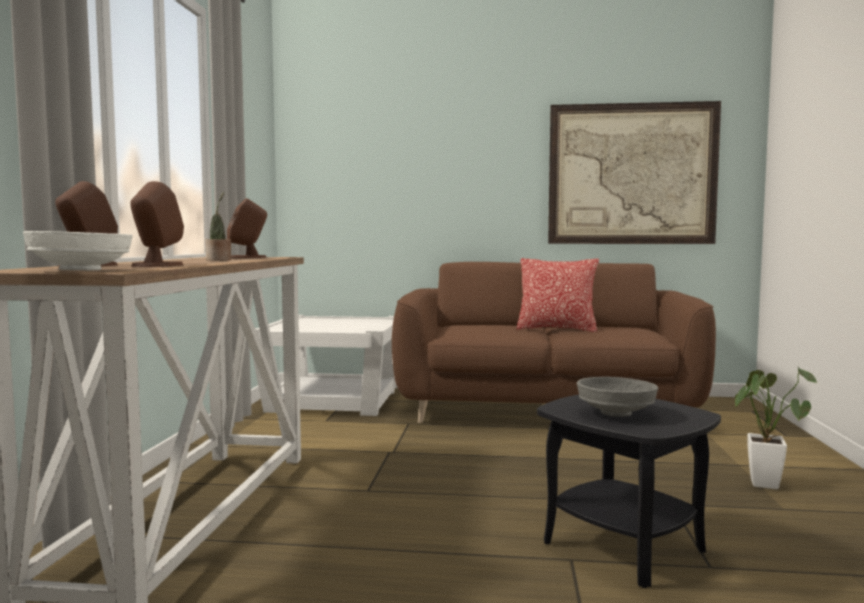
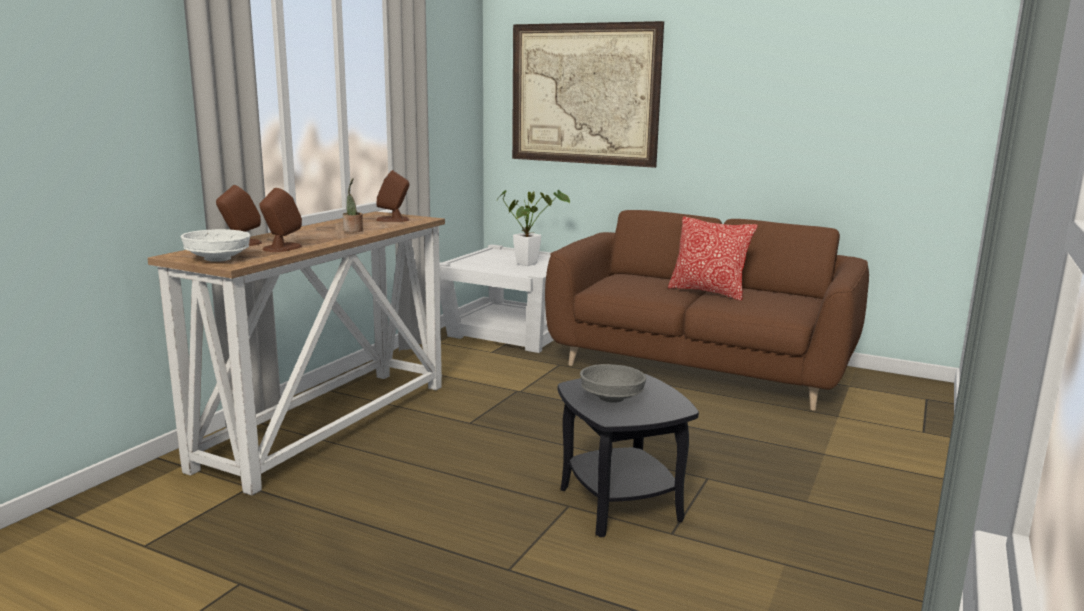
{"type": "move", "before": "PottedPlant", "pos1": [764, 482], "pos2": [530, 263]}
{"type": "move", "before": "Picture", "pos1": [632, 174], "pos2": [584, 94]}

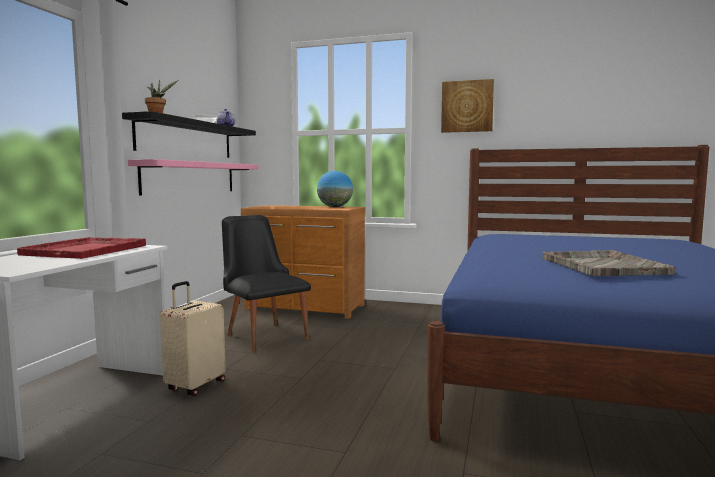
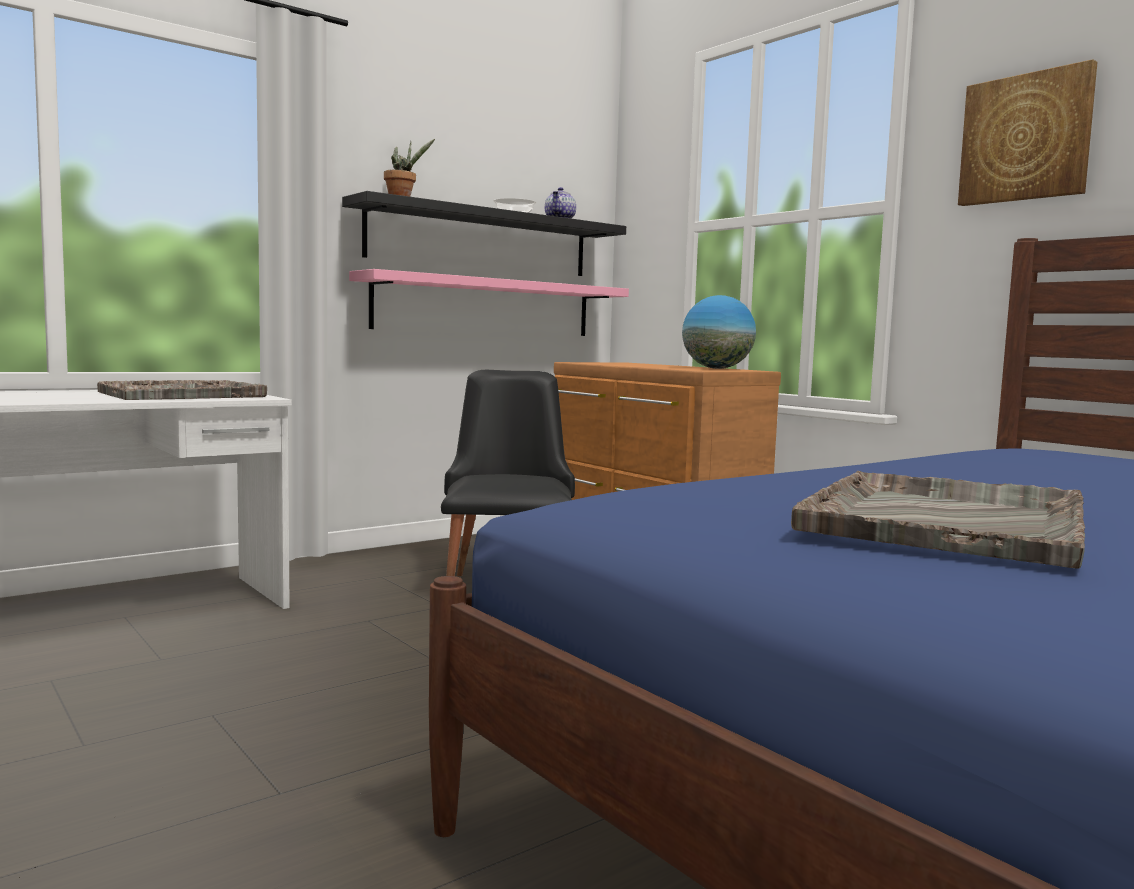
{"type": "recolor", "before": "RedTray", "after": "GreyTray", "pos1": [87, 250], "pos2": [184, 394]}
{"type": "delete", "before": "BeigeSuitcase", "pos1": [195, 386]}

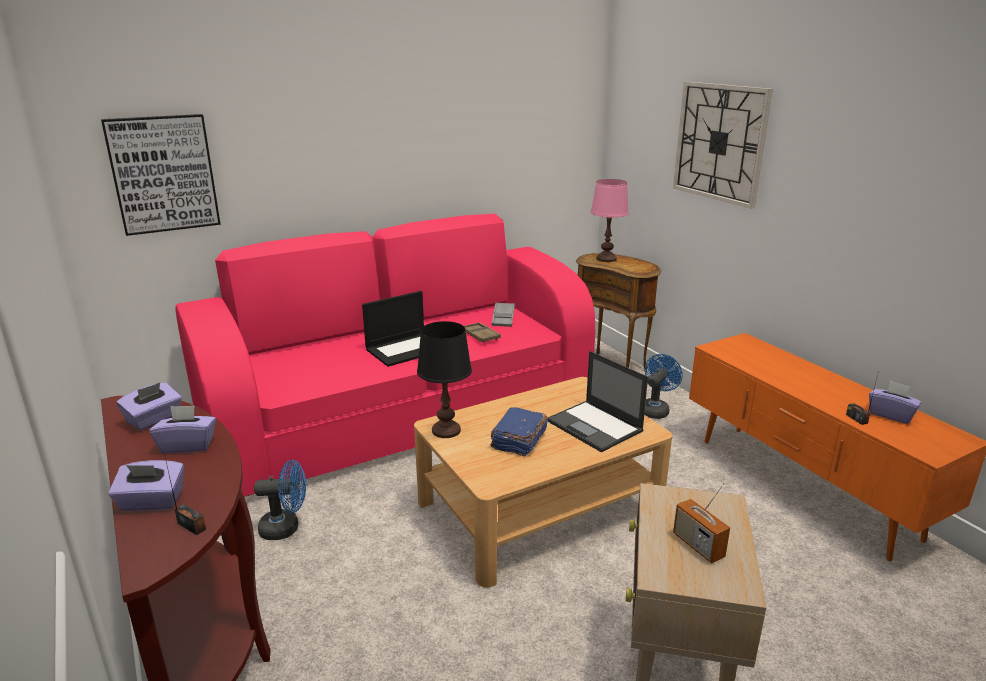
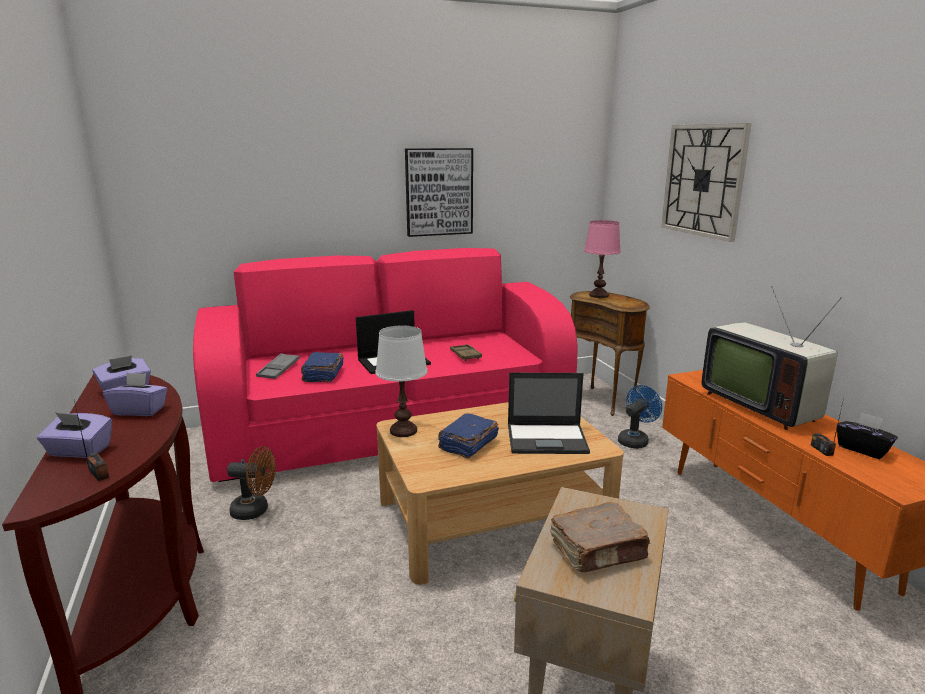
{"type": "recolor", "before": "BlueFan", "after": "BrownFan", "pos1": [286, 528], "pos2": [255, 510]}
{"type": "move", "before": "GreyTray", "pos1": [503, 318], "pos2": [278, 370]}
{"type": "insert", "after": "BlueBook", "pos2": [322, 375]}
{"type": "recolor", "before": "BlackTableLamp", "after": "WhiteTableLamp", "pos1": [446, 430], "pos2": [404, 431]}
{"type": "move", "before": "Picture", "pos1": [163, 174], "pos2": [439, 192]}
{"type": "rotate", "before": "Laptop", "pos1": [595, 426], "pos2": [548, 439], "turn": -60}
{"type": "replace", "before": "Radio", "after": "BrownBook", "pos1": [698, 545], "pos2": [599, 551]}
{"type": "insert", "after": "Television", "pos2": [760, 405]}
{"type": "recolor", "before": "PurpleTissueBox", "after": "BlackTissueBox", "pos1": [891, 415], "pos2": [862, 449]}

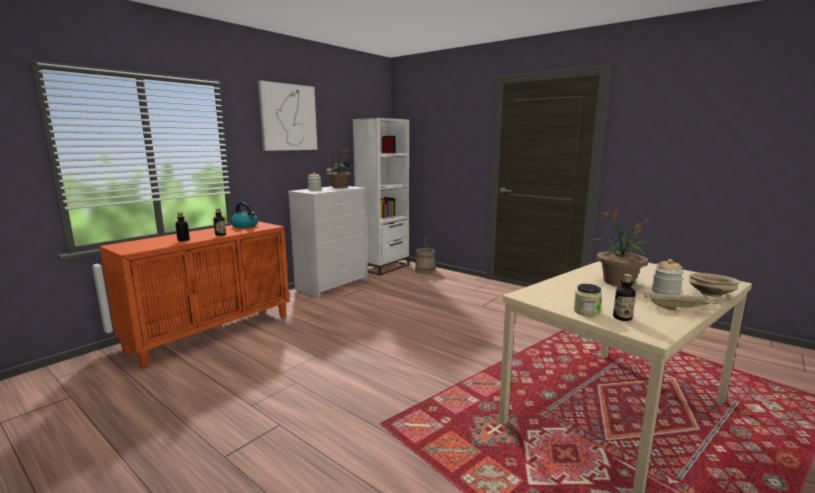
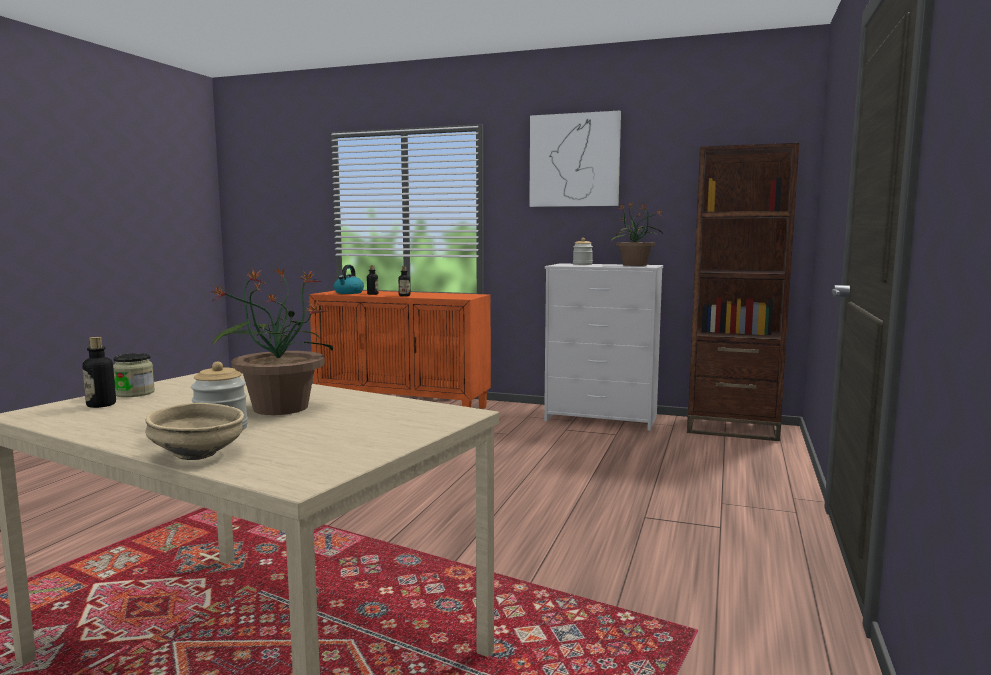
{"type": "move", "before": "Kettle", "pos1": [245, 226], "pos2": [349, 293]}
{"type": "recolor", "before": "WhiteBookcase", "after": "BrownBookcase", "pos1": [383, 267], "pos2": [732, 429]}
{"type": "delete", "before": "BeigeBucket", "pos1": [425, 270]}
{"type": "delete", "before": "BeigeTray", "pos1": [677, 308]}

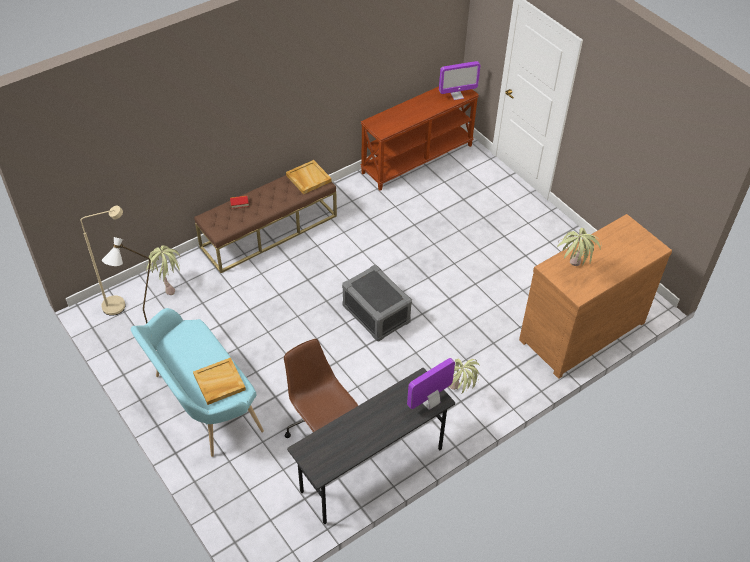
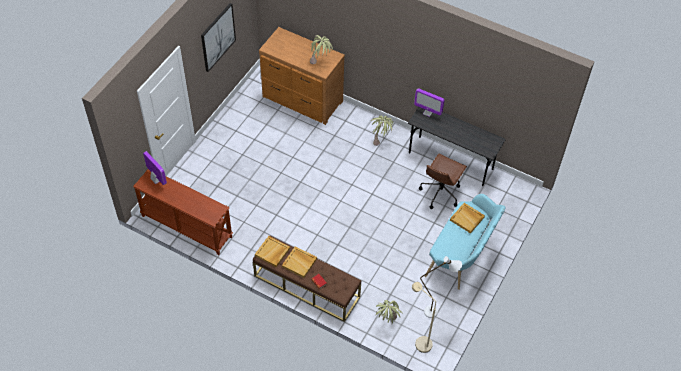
{"type": "insert", "after": "Picture", "pos2": [218, 37]}
{"type": "insert", "after": "BeigeTray", "pos2": [299, 262]}
{"type": "delete", "before": "GreyStorageBox", "pos1": [375, 314]}

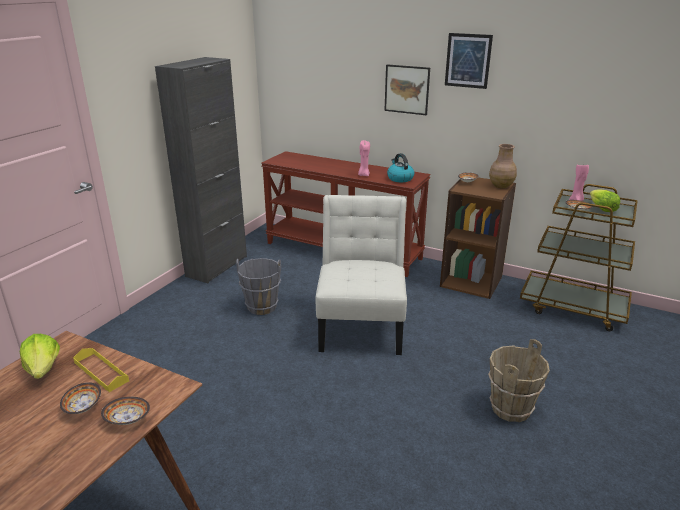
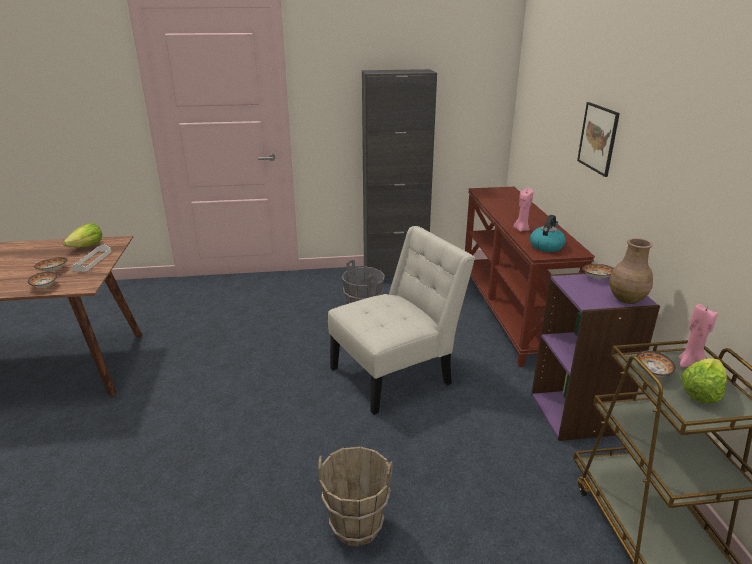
{"type": "recolor", "before": "YellowTray", "after": "WhiteTray", "pos1": [101, 372], "pos2": [92, 261]}
{"type": "recolor", "before": "BrownBookcase", "after": "PurpleBookcase", "pos1": [471, 281], "pos2": [577, 413]}
{"type": "delete", "before": "Picture", "pos1": [468, 60]}

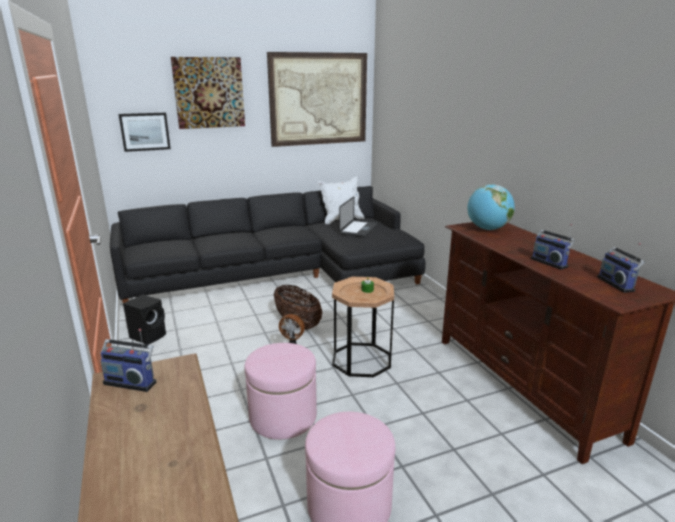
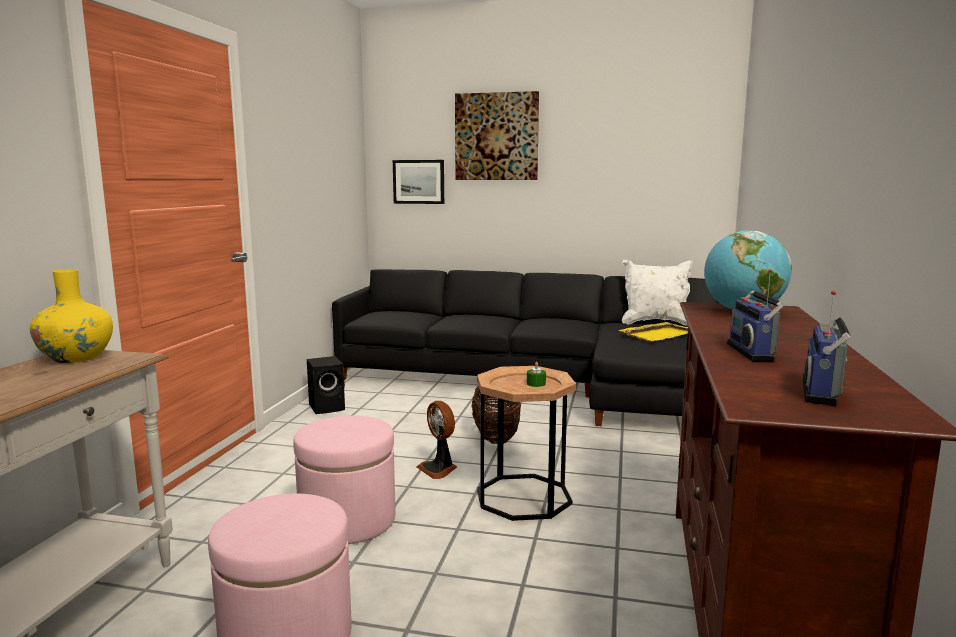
{"type": "replace", "before": "Radio", "after": "YellowVase", "pos1": [131, 381], "pos2": [76, 357]}
{"type": "replace", "before": "Laptop", "after": "YellowTray", "pos1": [358, 229], "pos2": [660, 334]}
{"type": "delete", "before": "Picture", "pos1": [319, 99]}

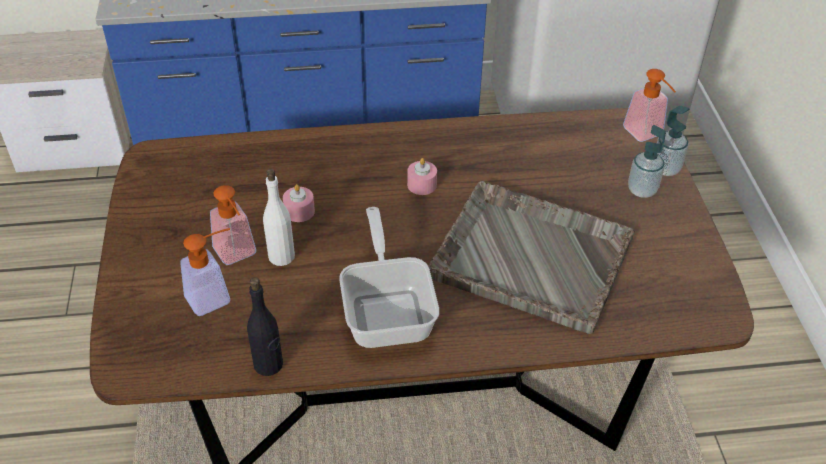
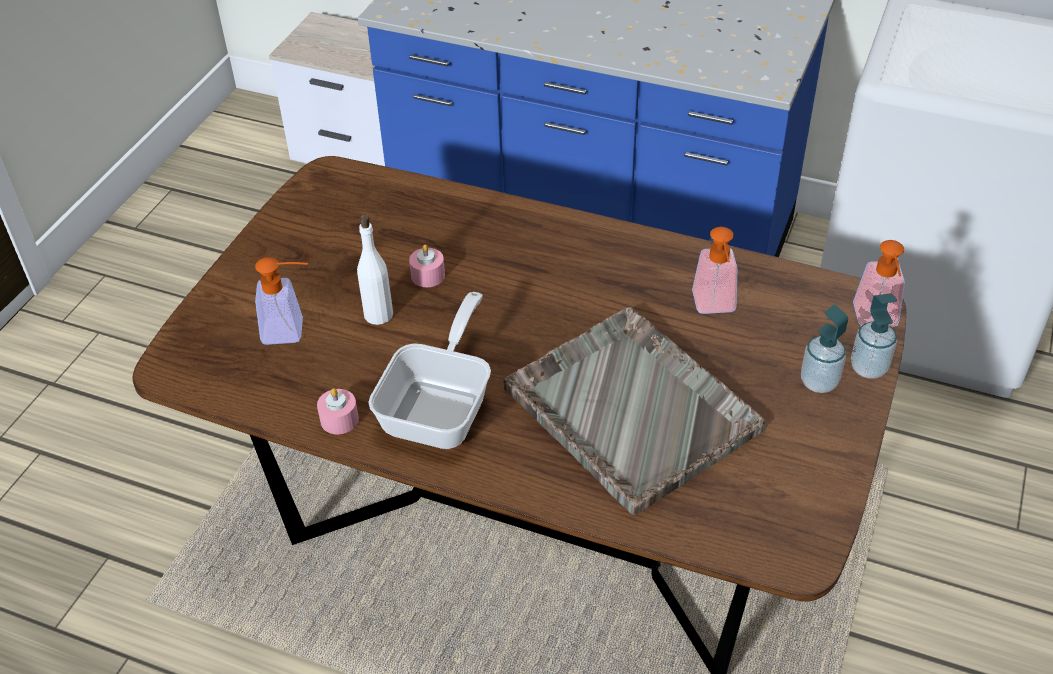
{"type": "move", "before": "PinkCandle", "pos1": [422, 185], "pos2": [339, 419]}
{"type": "move", "before": "SoapDispenser", "pos1": [238, 255], "pos2": [715, 307]}
{"type": "delete", "before": "BlackBottle", "pos1": [268, 365]}

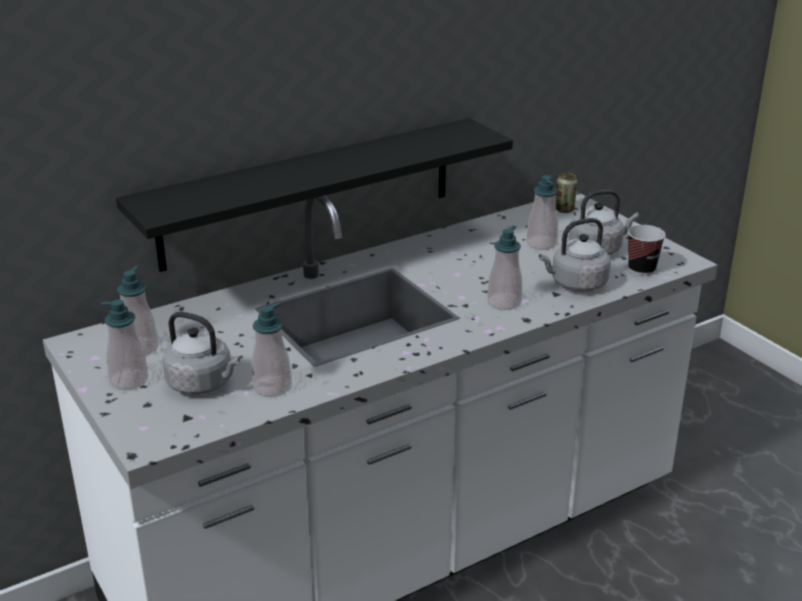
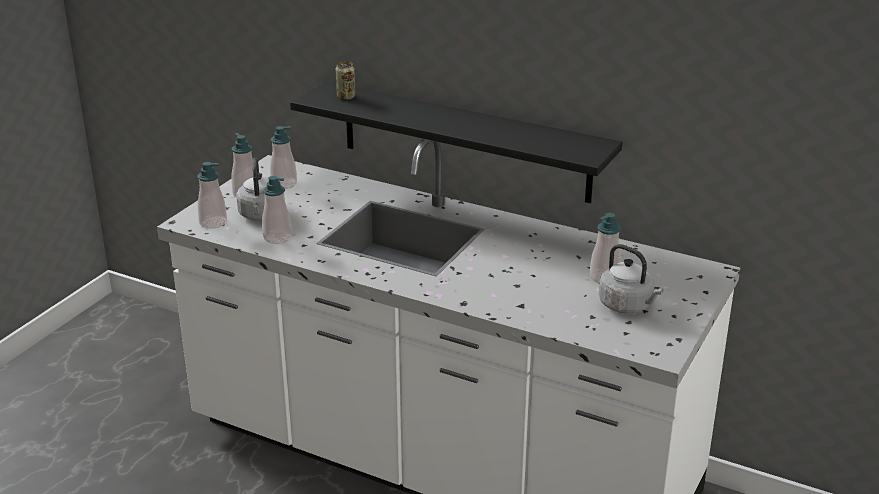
{"type": "move", "before": "SoapDispenser", "pos1": [504, 302], "pos2": [213, 222]}
{"type": "move", "before": "Can", "pos1": [564, 210], "pos2": [346, 97]}
{"type": "delete", "before": "GreyKettle", "pos1": [576, 284]}
{"type": "delete", "before": "Cup", "pos1": [641, 269]}

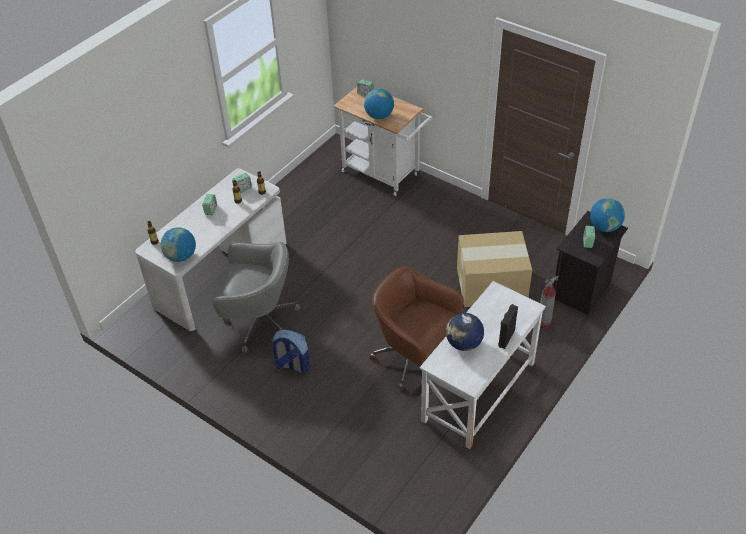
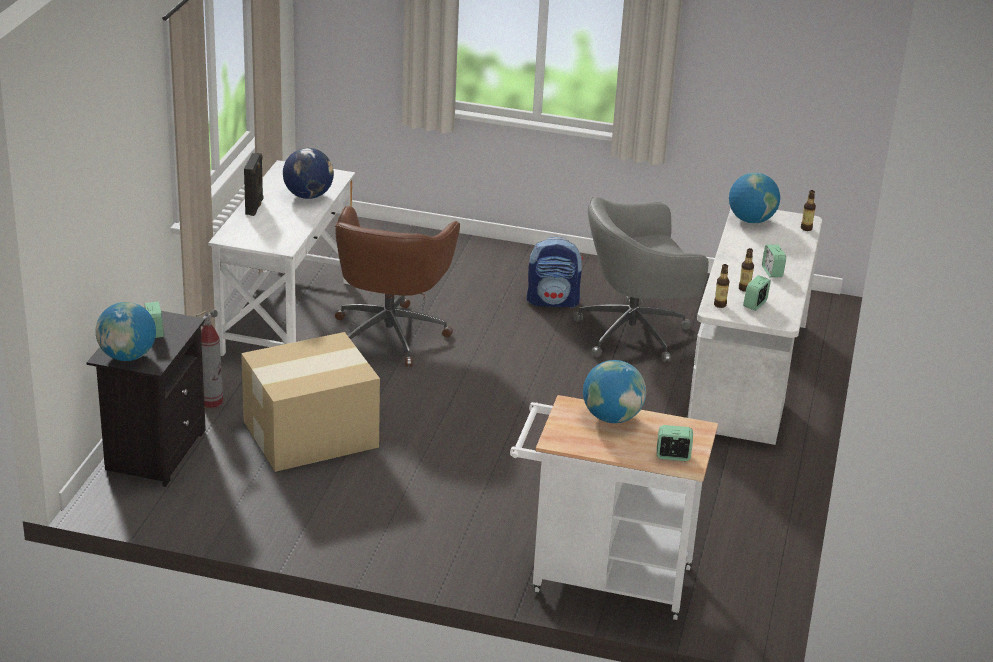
{"type": "rotate", "before": "BrownOfficeChair", "pos1": [415, 358], "pos2": [390, 333], "turn": 90}

